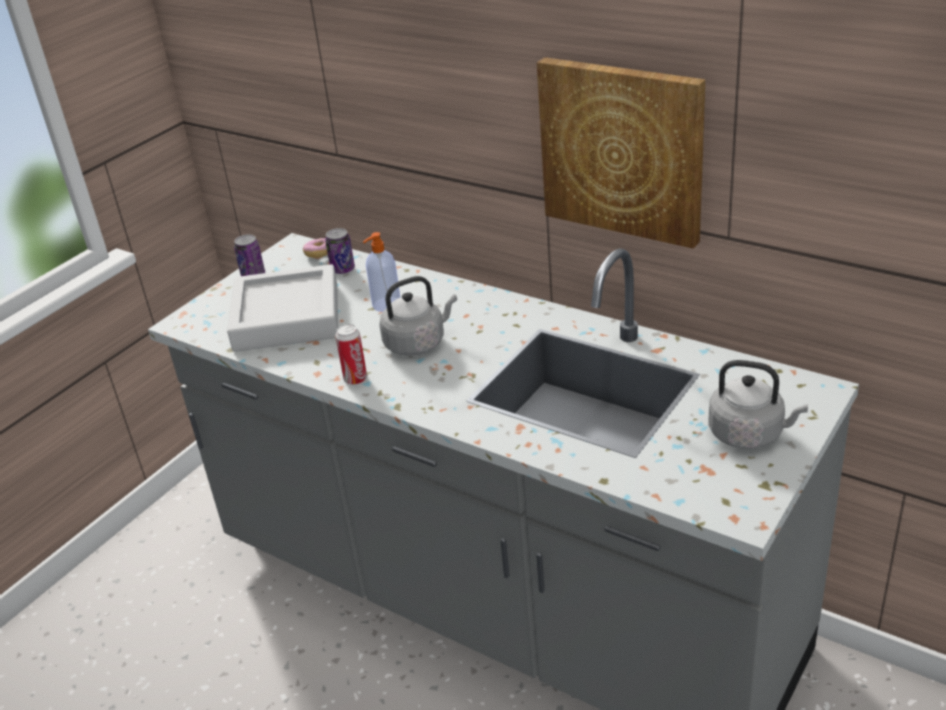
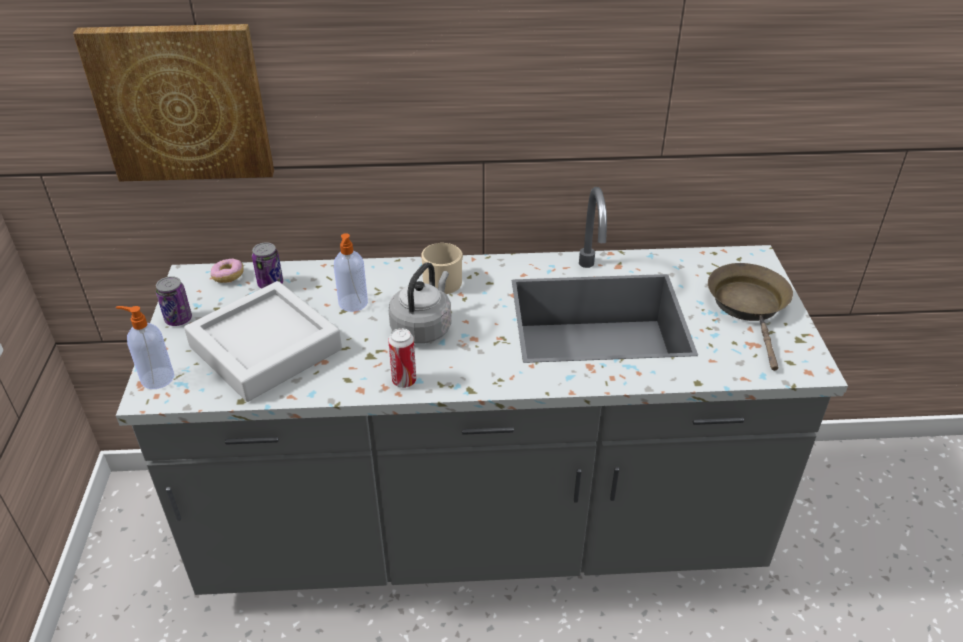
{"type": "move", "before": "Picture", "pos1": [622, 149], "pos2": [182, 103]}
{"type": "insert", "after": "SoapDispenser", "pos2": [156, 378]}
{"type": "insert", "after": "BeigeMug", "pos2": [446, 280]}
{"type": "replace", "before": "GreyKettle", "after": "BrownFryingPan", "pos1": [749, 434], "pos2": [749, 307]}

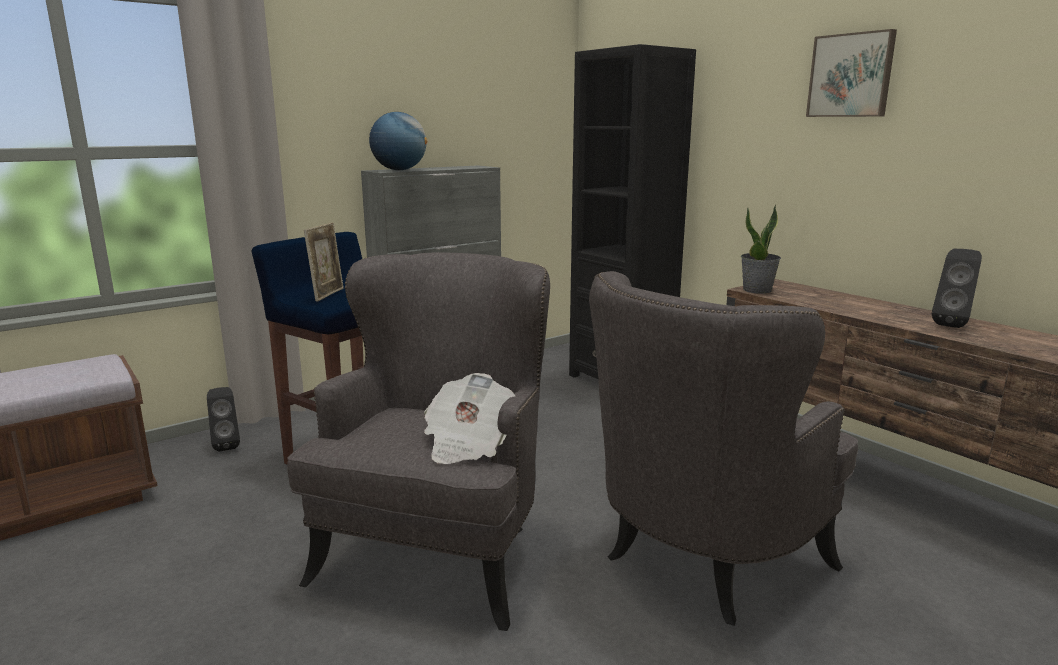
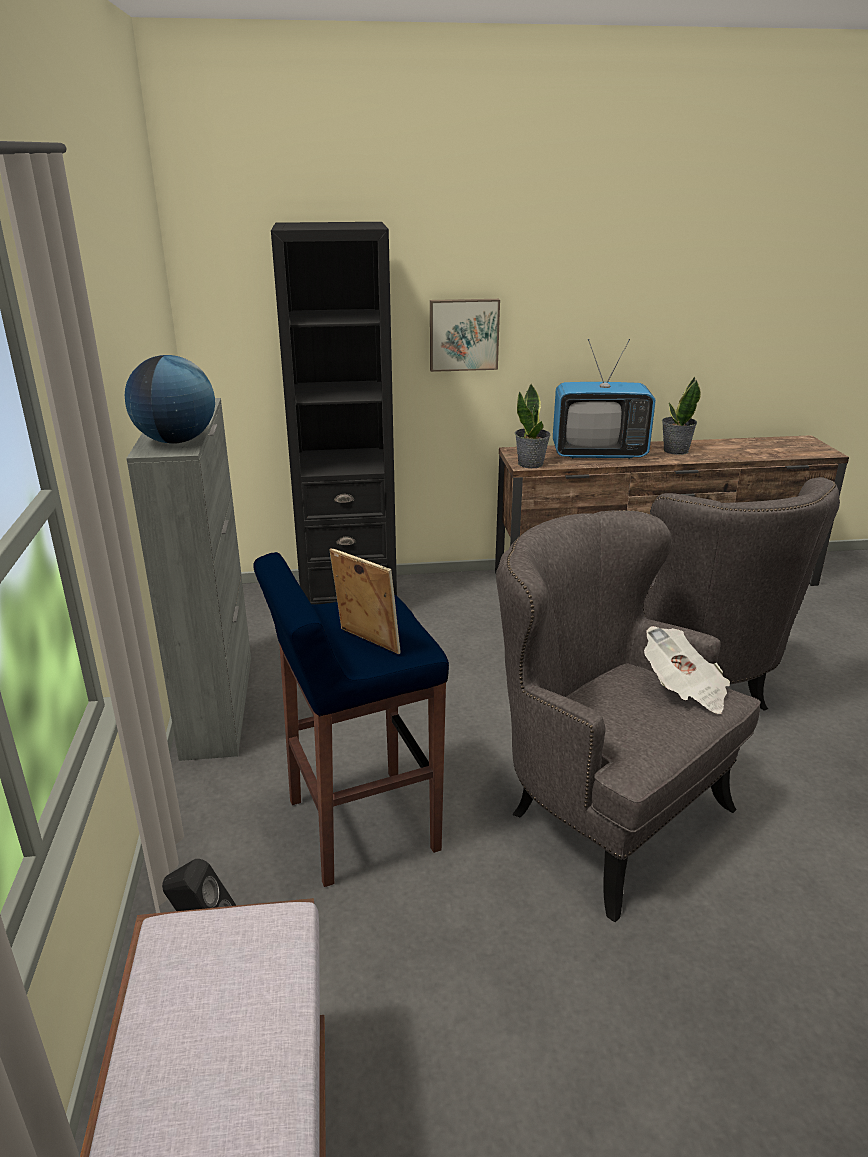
{"type": "move", "before": "Picture", "pos1": [851, 75], "pos2": [463, 334]}
{"type": "insert", "after": "Television", "pos2": [598, 454]}
{"type": "replace", "before": "BlackSpeaker", "after": "PottedPlant", "pos1": [951, 325], "pos2": [675, 450]}

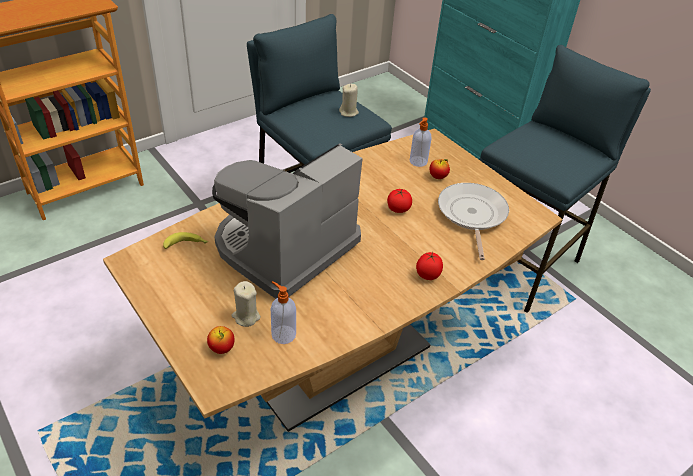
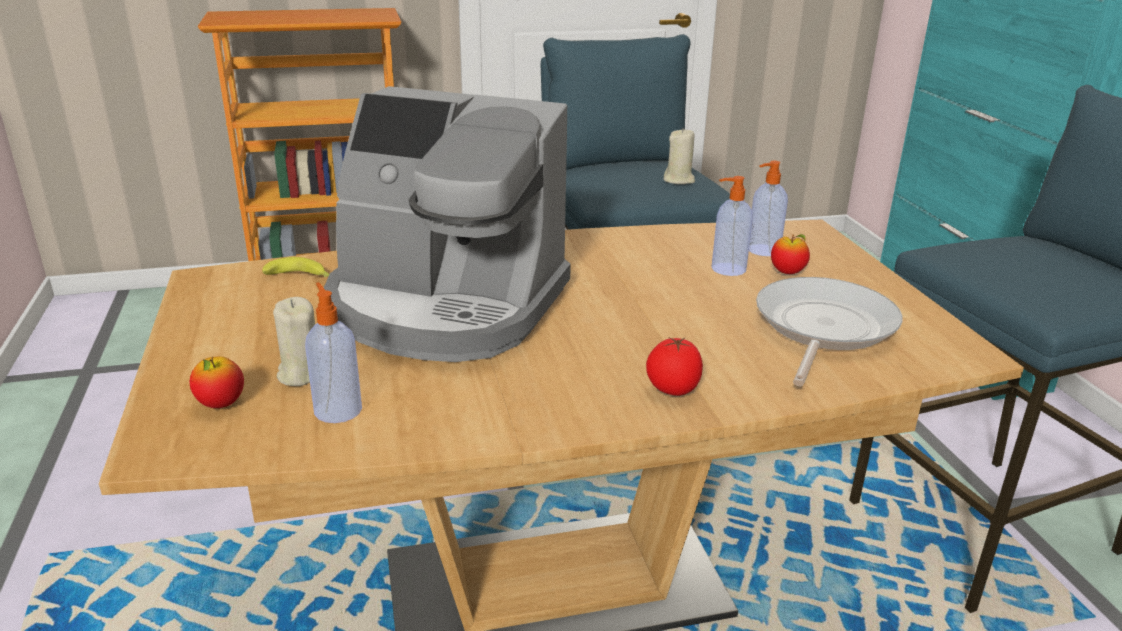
{"type": "rotate", "before": "CoffeeMachine", "pos1": [284, 247], "pos2": [445, 306], "turn": -135}
{"type": "insert", "after": "SoapDispenser", "pos2": [727, 269]}
{"type": "delete", "before": "Tomato", "pos1": [398, 209]}

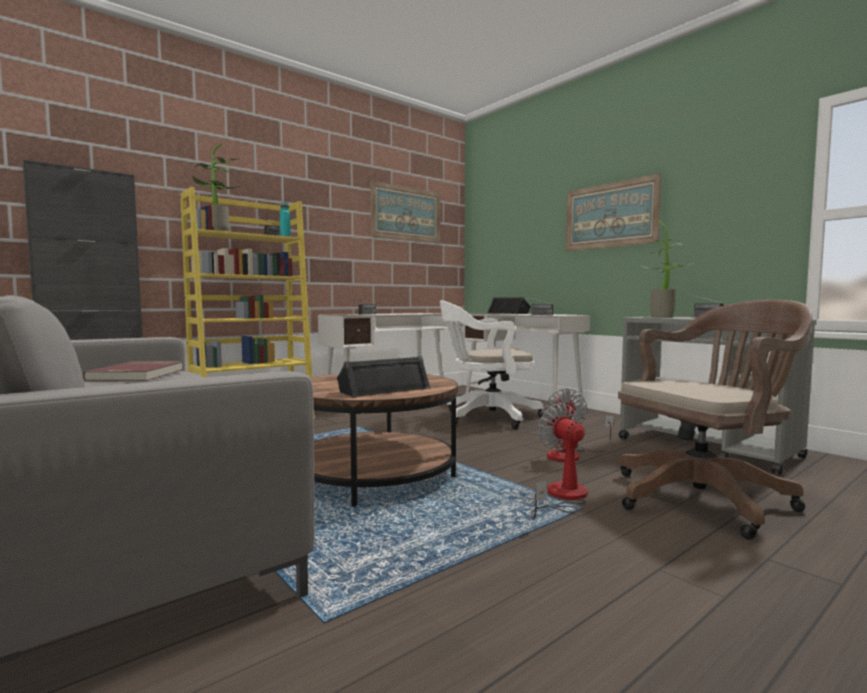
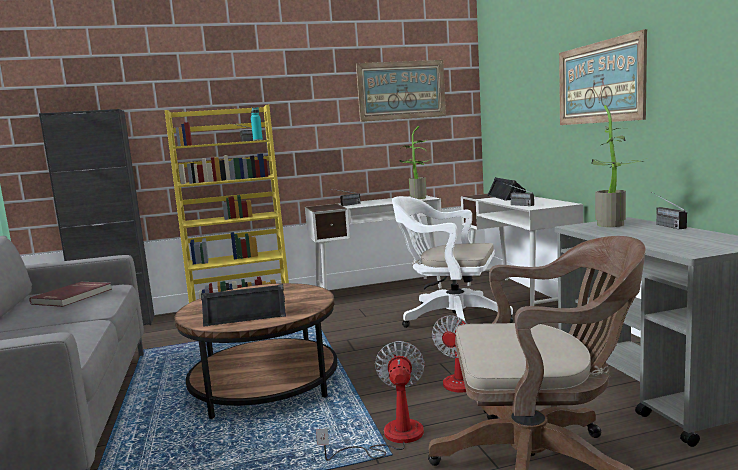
{"type": "move", "before": "PottedPlant", "pos1": [217, 232], "pos2": [417, 198]}

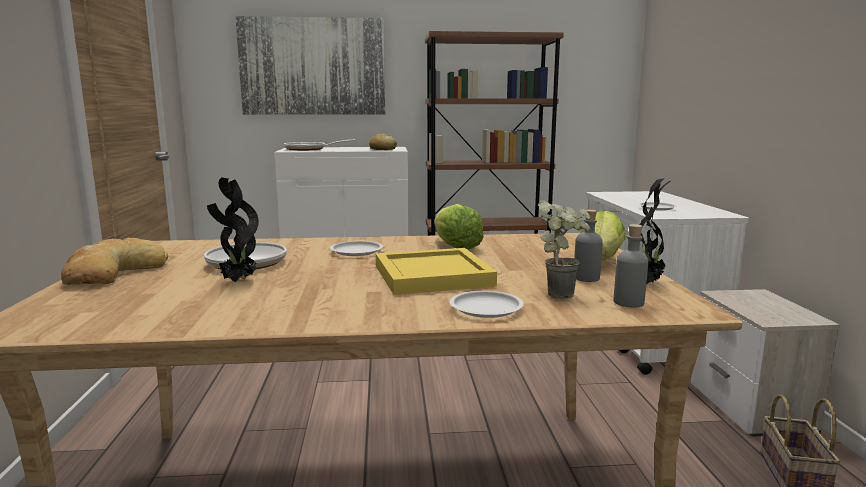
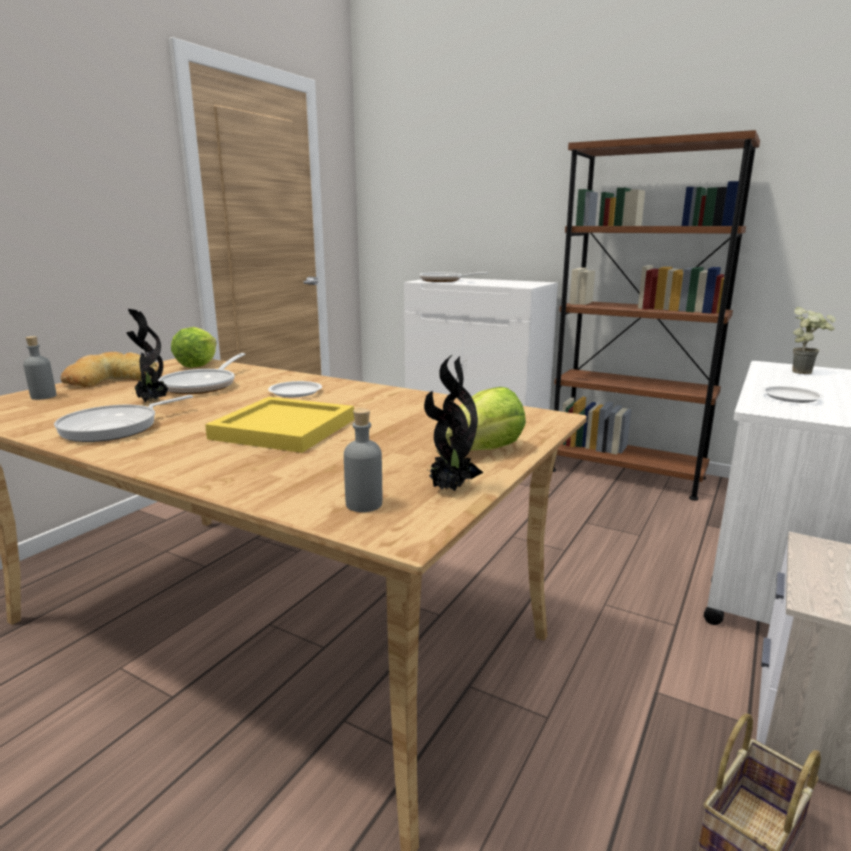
{"type": "move", "before": "GreyBottle", "pos1": [586, 278], "pos2": [43, 396]}
{"type": "insert", "after": "FryingPan", "pos2": [115, 427]}
{"type": "move", "before": "Lettuce", "pos1": [455, 247], "pos2": [198, 364]}
{"type": "move", "before": "PottedPlant", "pos1": [563, 293], "pos2": [805, 372]}
{"type": "delete", "before": "Picture", "pos1": [313, 67]}
{"type": "delete", "before": "Bread", "pos1": [383, 149]}
{"type": "delete", "before": "WhitePlate", "pos1": [485, 308]}

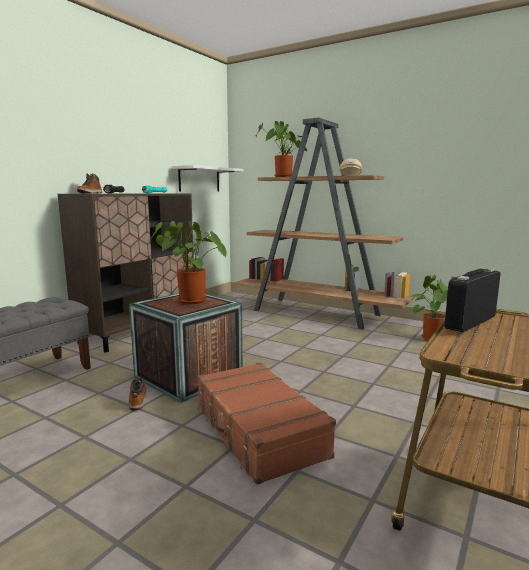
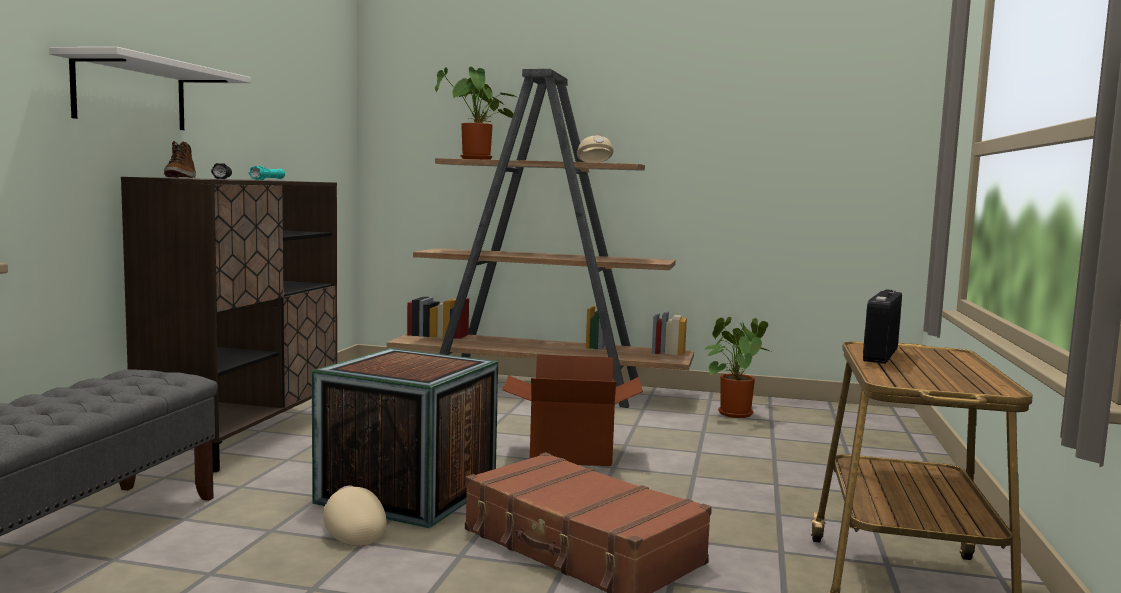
{"type": "move", "before": "WhiteShelf", "pos1": [199, 179], "pos2": [131, 94]}
{"type": "replace", "before": "Boot", "after": "BeigeCap", "pos1": [137, 400], "pos2": [351, 532]}
{"type": "insert", "after": "CardboardBox", "pos2": [571, 454]}
{"type": "delete", "before": "PottedPlant", "pos1": [188, 301]}

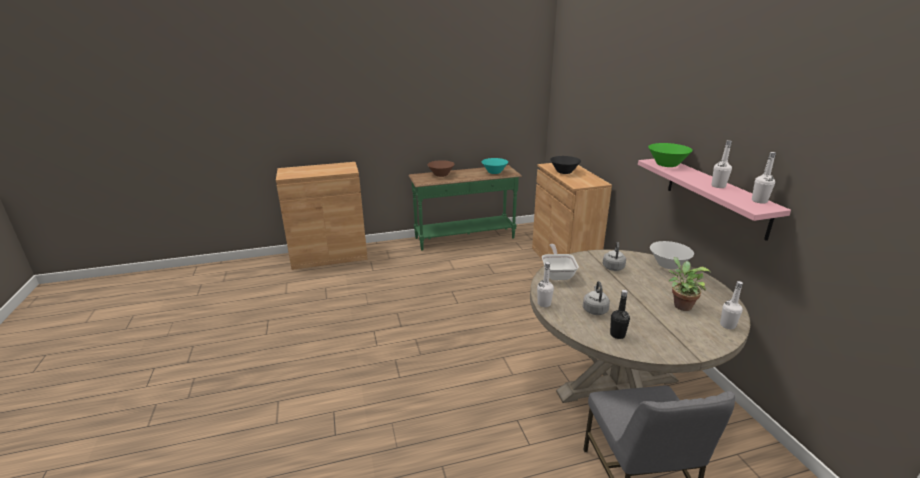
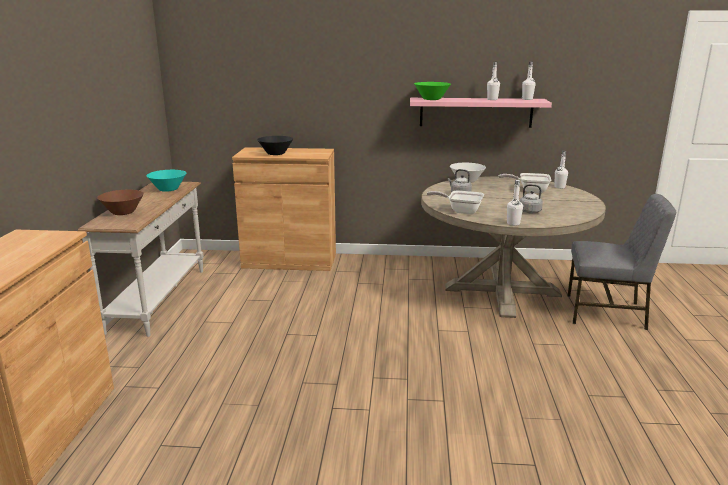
{"type": "recolor", "before": "GreenConsoleTable", "after": "WhiteConsoleTable", "pos1": [465, 238], "pos2": [160, 299]}
{"type": "replace", "before": "PottedPlant", "after": "FryingPan", "pos1": [680, 305], "pos2": [529, 191]}
{"type": "delete", "before": "BlackBottle", "pos1": [617, 335]}

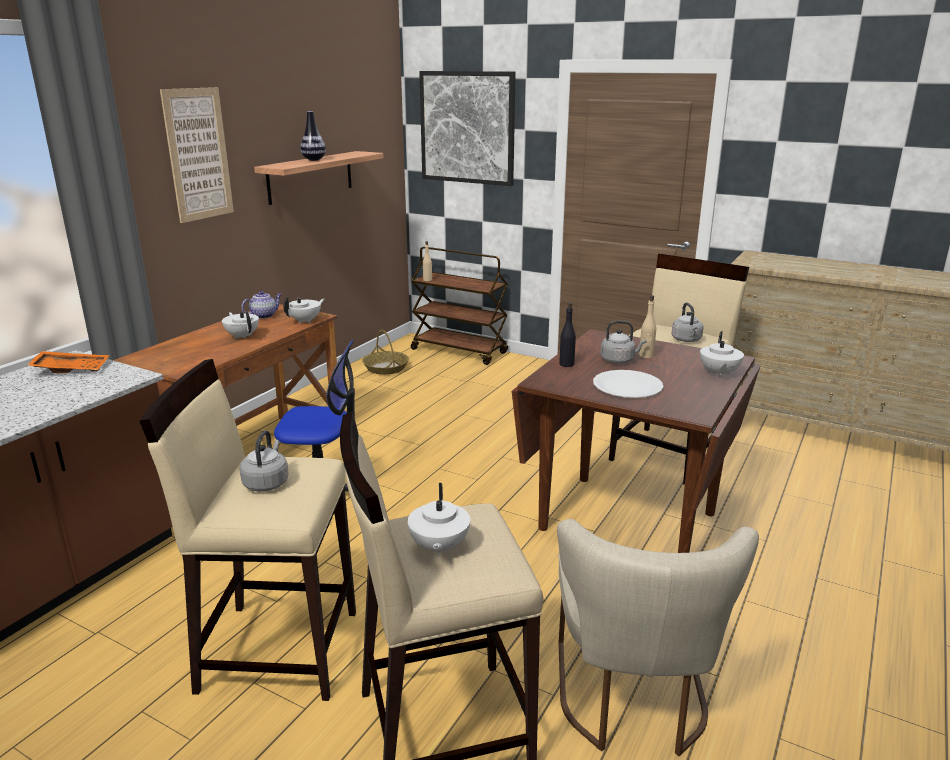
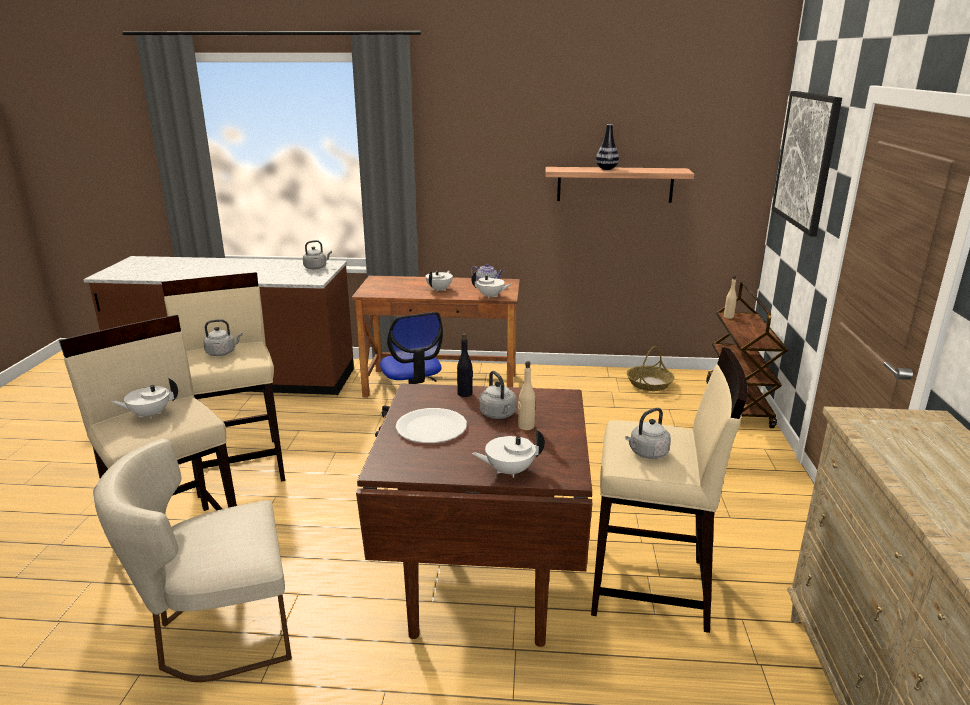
{"type": "replace", "before": "OrangeTray", "after": "GreyKettle", "pos1": [71, 369], "pos2": [316, 267]}
{"type": "delete", "before": "Picture", "pos1": [198, 154]}

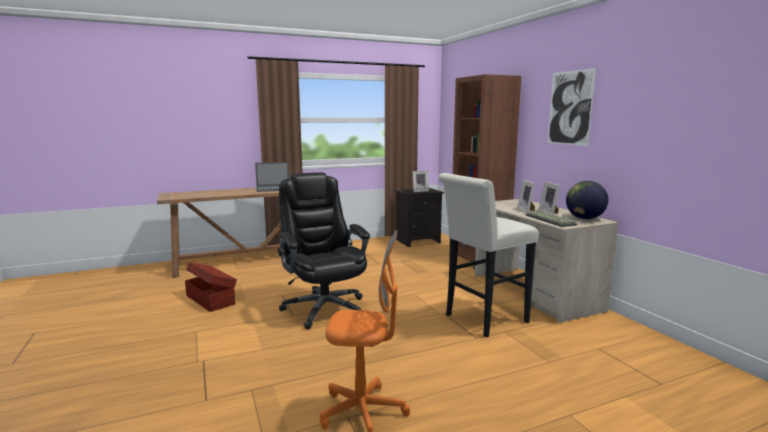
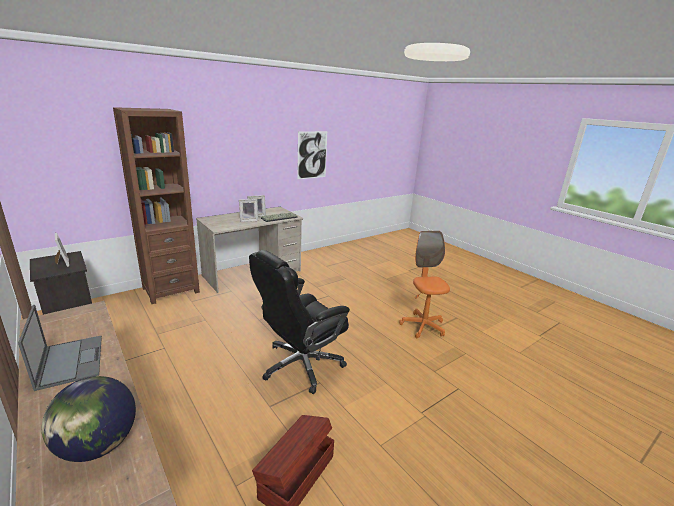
{"type": "move", "before": "Globe", "pos1": [584, 218], "pos2": [98, 445]}
{"type": "move", "before": "Picture", "pos1": [570, 108], "pos2": [312, 155]}
{"type": "delete", "before": "WhiteStool", "pos1": [482, 320]}

